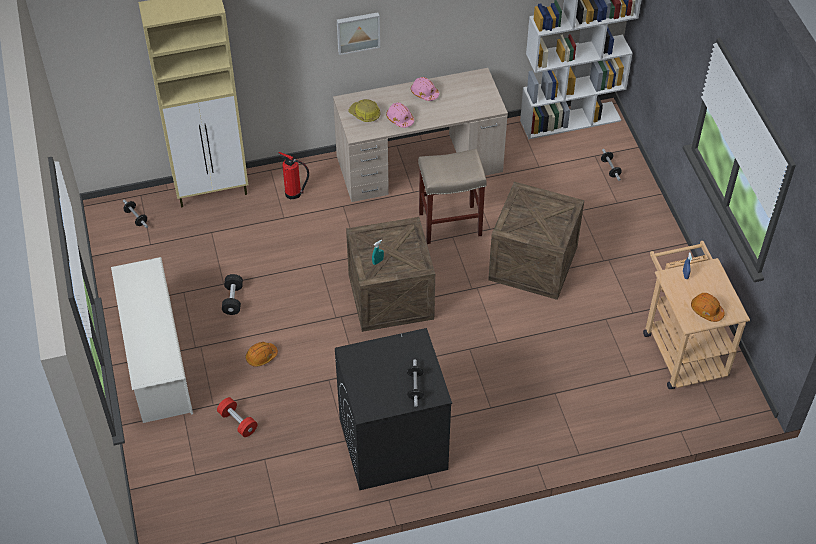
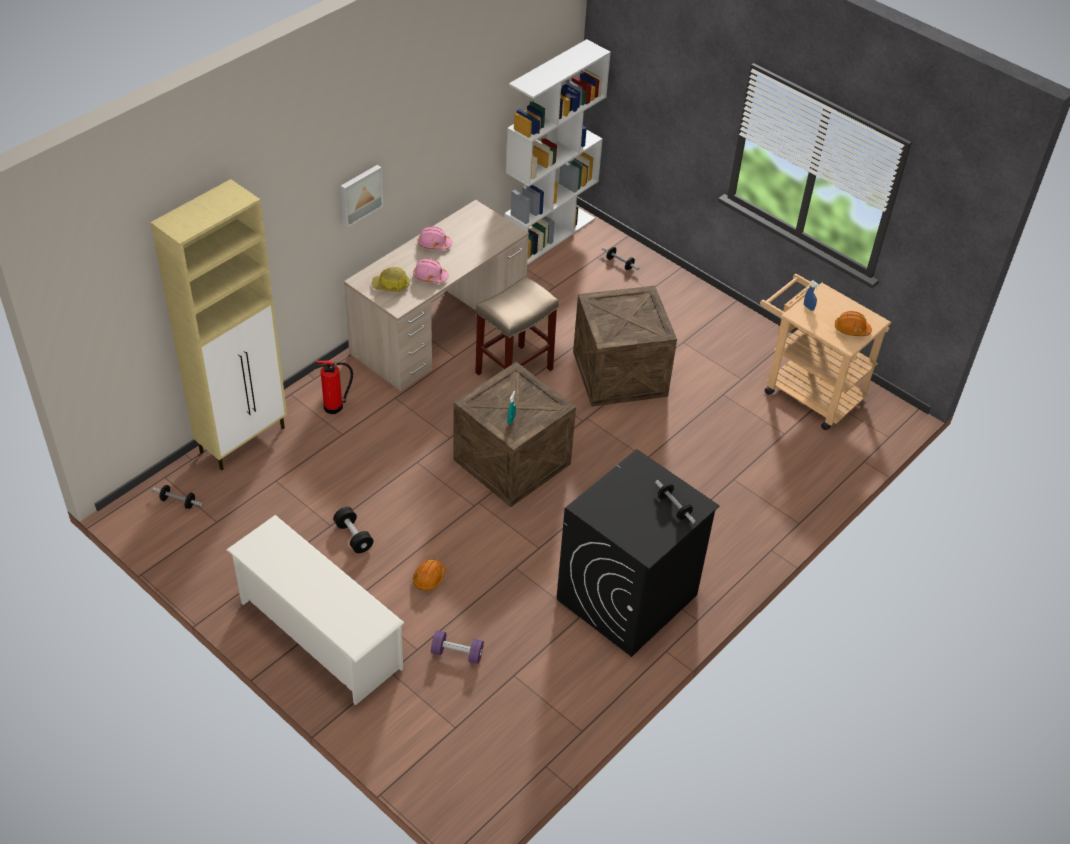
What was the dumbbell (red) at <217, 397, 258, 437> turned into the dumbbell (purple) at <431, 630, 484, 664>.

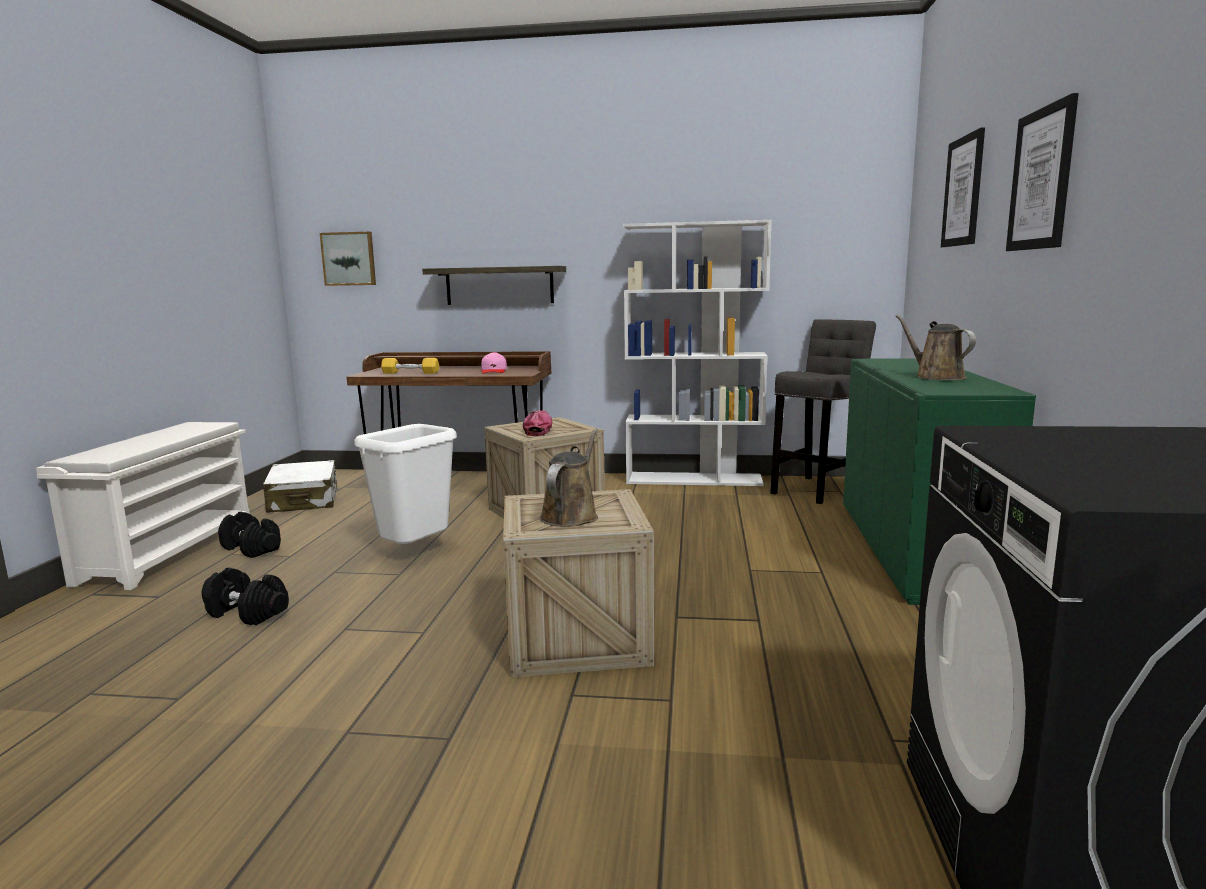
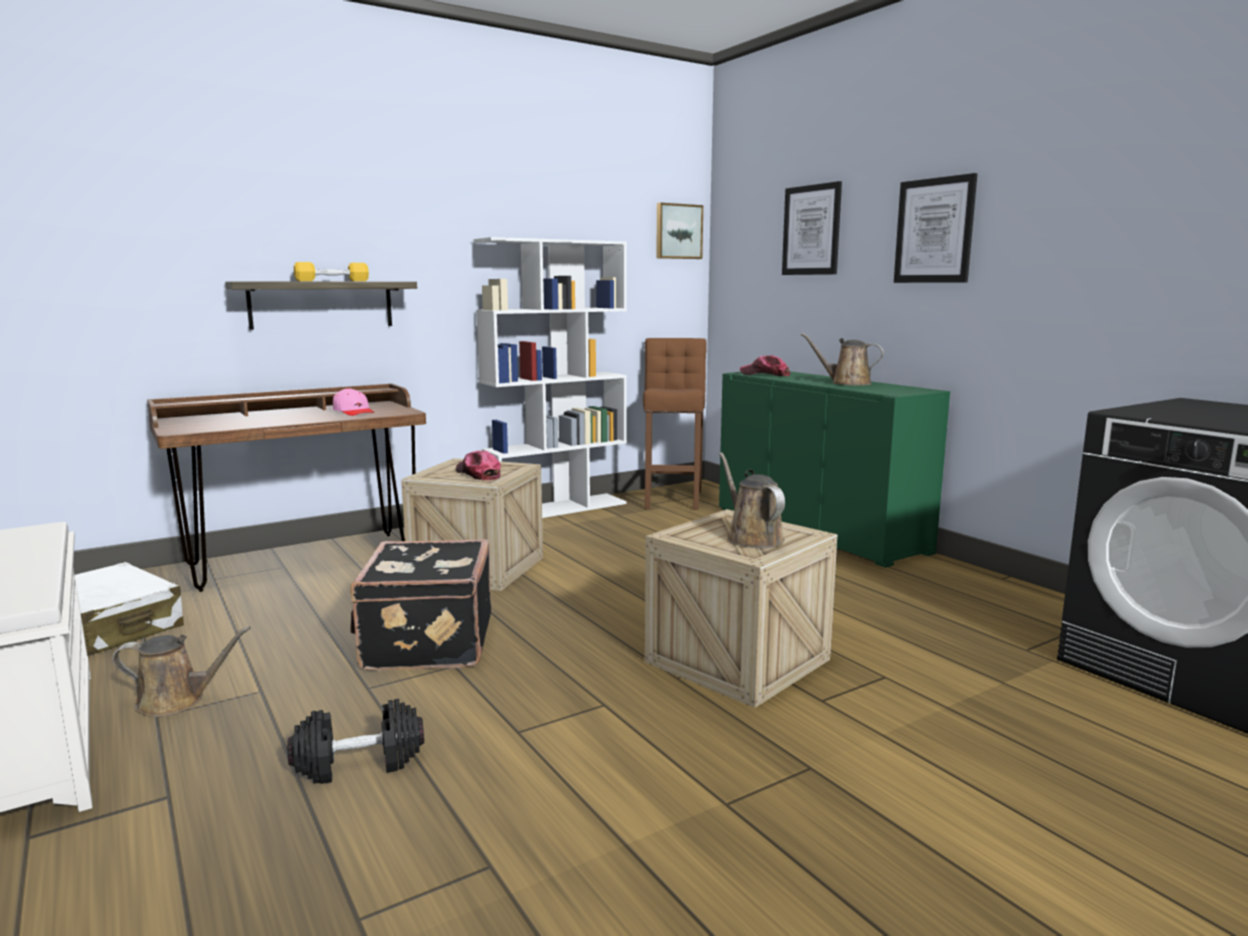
The second view gained the cap at <740, 355, 791, 376>. The picture ended up elsewhere, having gone from <320, 232, 376, 286> to <656, 203, 703, 259>. The dumbbell (yellow) ended up elsewhere, having gone from <381, 358, 439, 374> to <294, 262, 369, 281>. Where the dumbbell (black) stood at <218, 512, 281, 558>, the watering can (brown) came to stand at <112, 626, 251, 717>. Where the trash can (white) stood at <354, 424, 457, 544>, the suitcase (black) came to stand at <350, 539, 492, 671>. What was the stool (grey) at <770, 320, 876, 504> turned into the stool (brown) at <643, 338, 707, 510>.

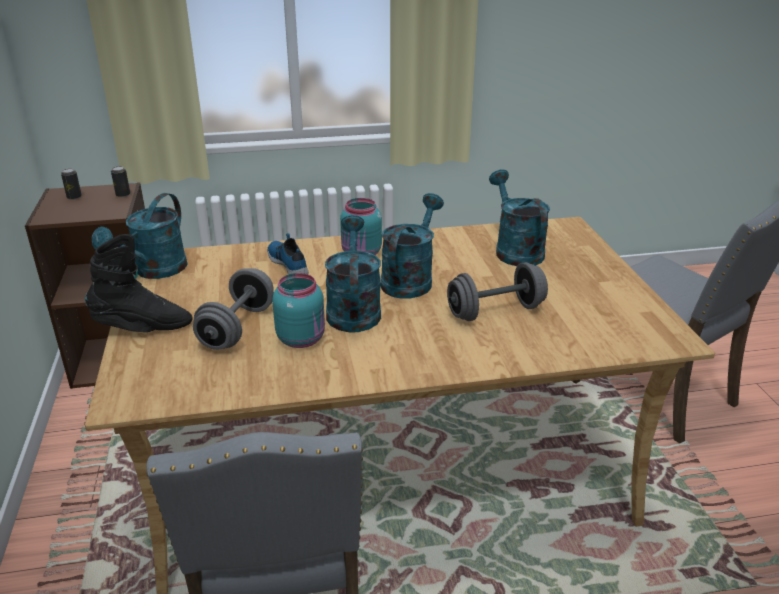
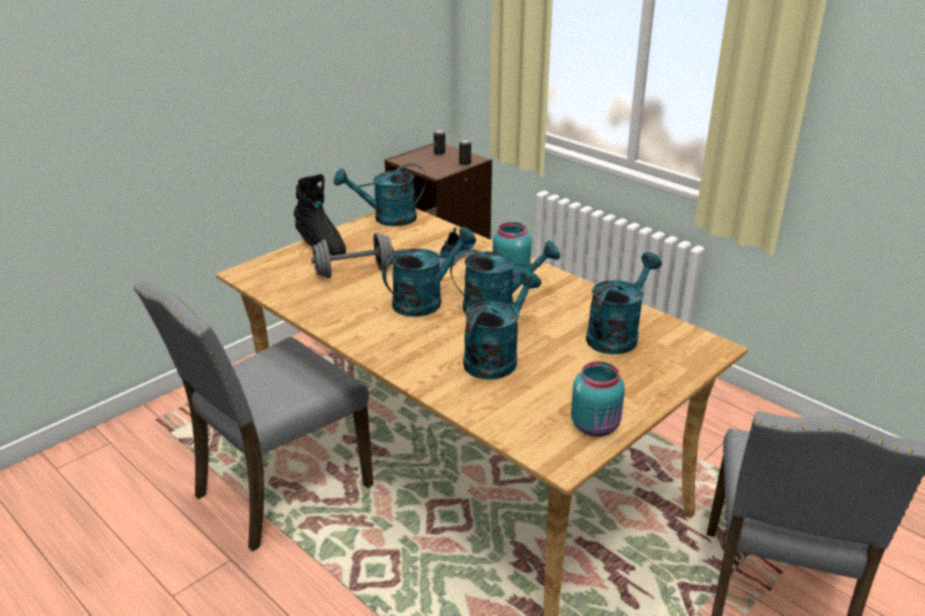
The jar (turquoise) ended up elsewhere, having gone from <272, 273, 325, 348> to <571, 361, 625, 437>. Where the dumbbell (grey) stood at <447, 262, 548, 321>, the watering can (turquoise) came to stand at <463, 271, 541, 380>.

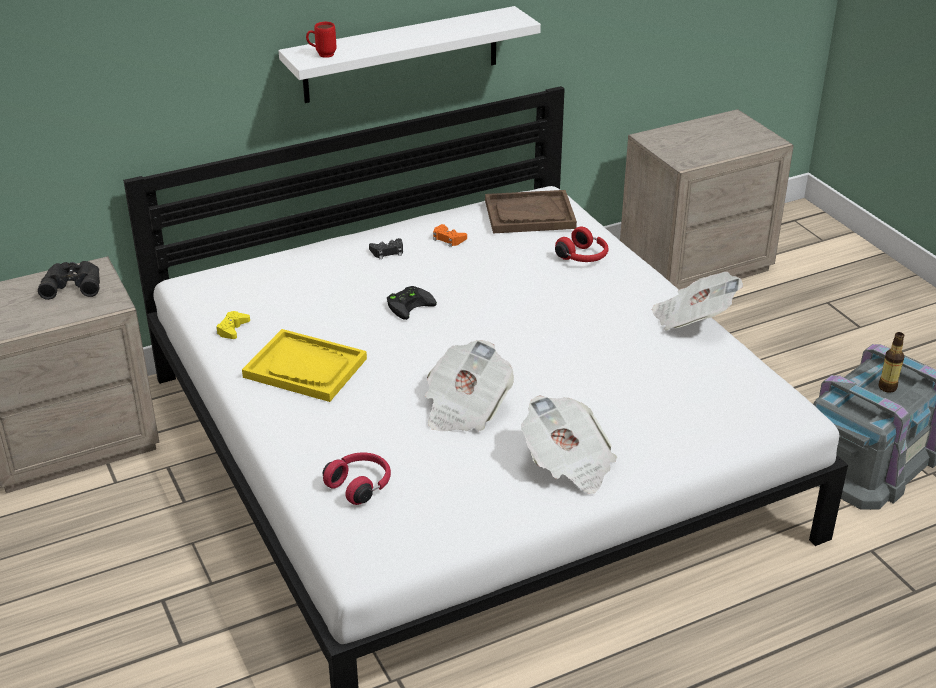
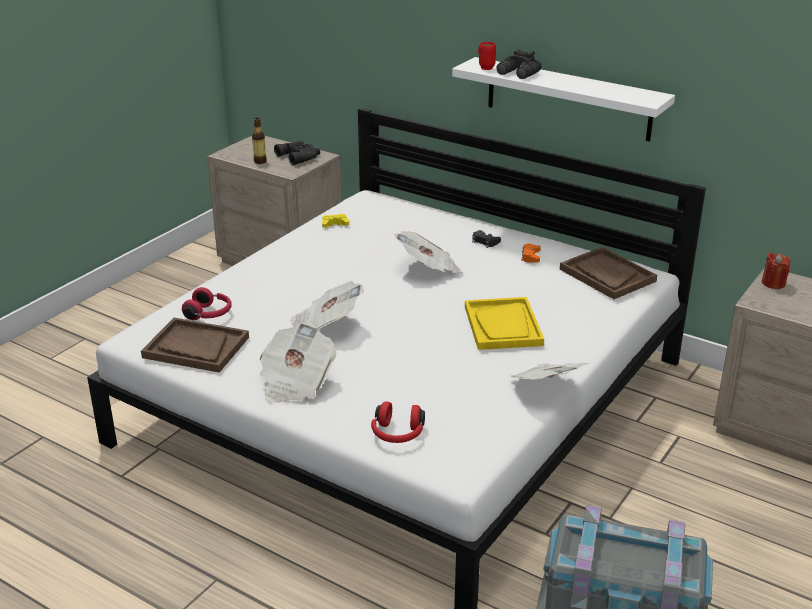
The second view gained the tray (brown) at <141, 318, 249, 373>. The second view gained the binoculars (black) at <496, 50, 542, 79>. The second view gained the candle (red) at <762, 252, 790, 289>. The tray (yellow) ended up elsewhere, having gone from <242, 329, 367, 402> to <465, 297, 544, 350>. The headphones (red) ended up elsewhere, having gone from <555, 227, 609, 262> to <371, 401, 425, 443>. The bottle ended up elsewhere, having gone from <879, 332, 905, 393> to <252, 118, 267, 164>. Where the game controller (black) stood at <387, 286, 437, 320>, the newspaper came to stand at <394, 231, 463, 273>.

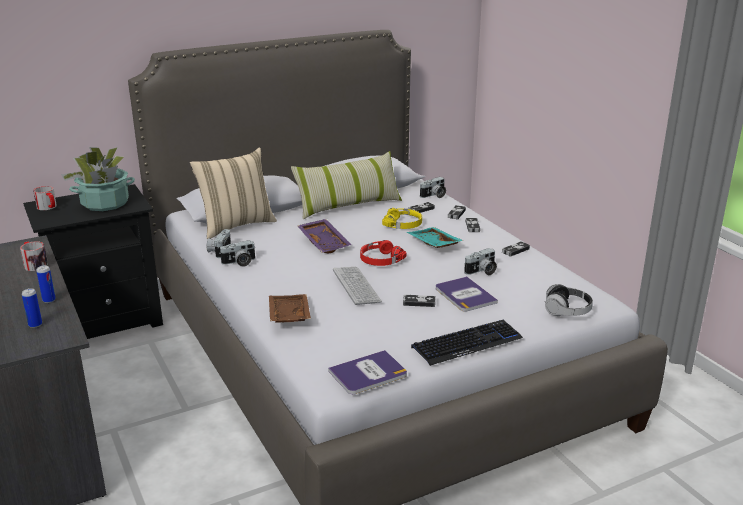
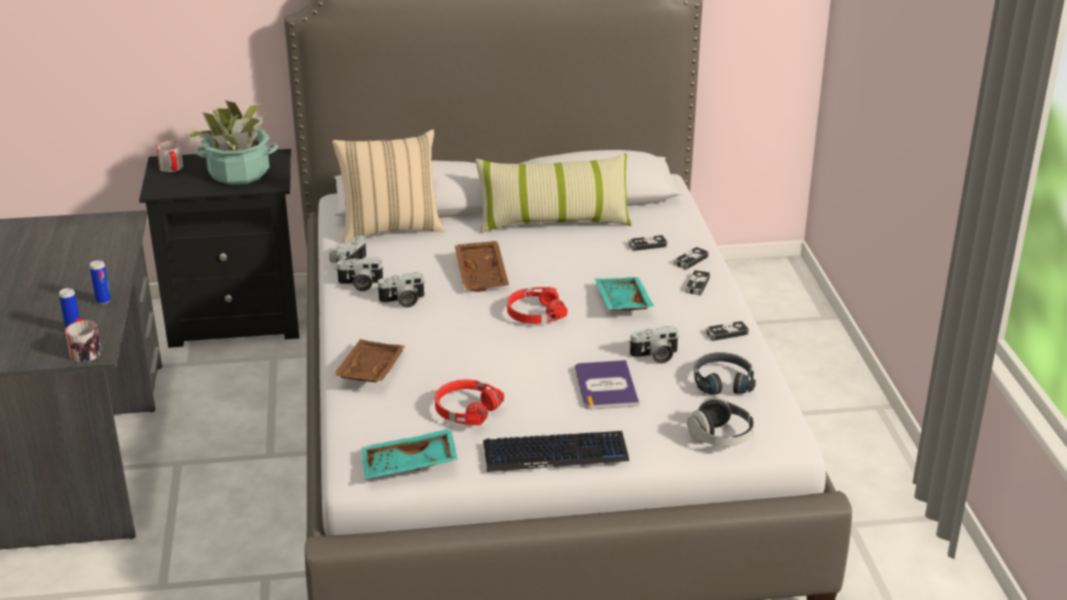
The second view lost the keyboard at <333, 267, 382, 305>. The second view lost the headphones (yellow) at <382, 208, 422, 229>. The second view lost the game controller at <403, 295, 436, 307>. The second view gained the headphones (red) at <435, 380, 504, 425>. The second view gained the headphones (black) at <694, 352, 756, 395>. The mug ended up elsewhere, having gone from <20, 241, 48, 271> to <65, 318, 101, 362>. The photo camera ended up elsewhere, having gone from <420, 177, 446, 198> to <377, 272, 425, 308>. Where the book stood at <328, 350, 407, 394>, the tray (turquoise) came to stand at <361, 428, 458, 479>. What was the tray (purple) at <298, 219, 352, 254> turned into the tray (brown) at <454, 241, 509, 292>.

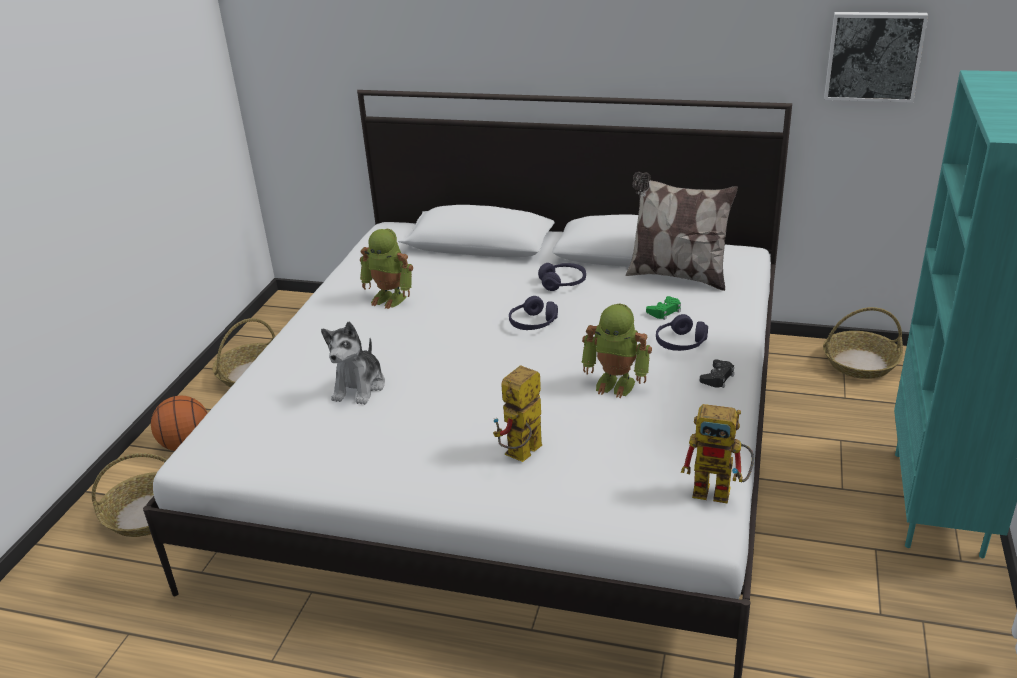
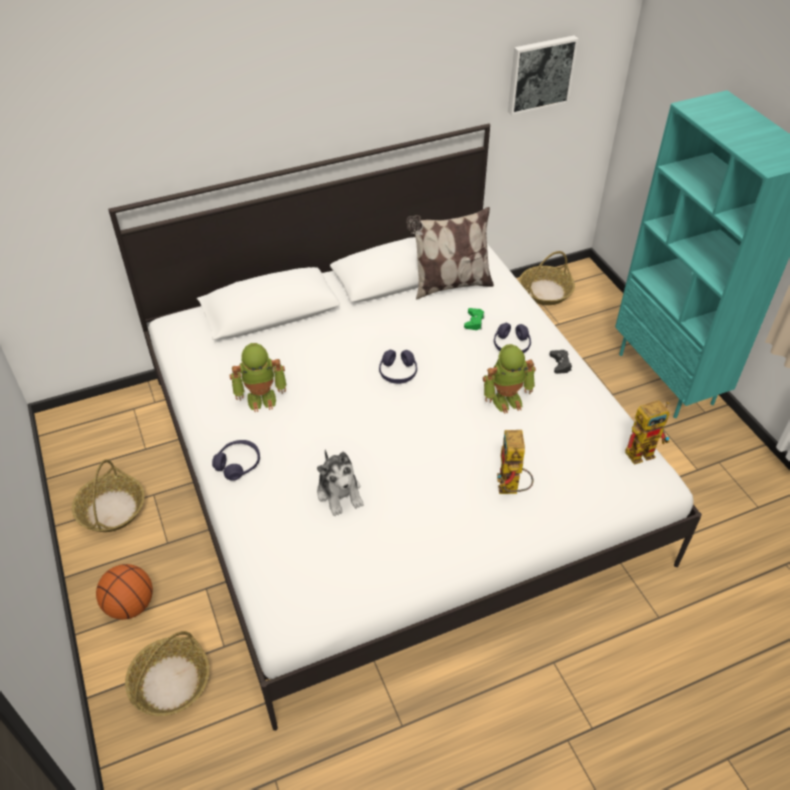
The headphones (purple) ended up elsewhere, having gone from <538, 263, 586, 291> to <212, 440, 260, 481>.

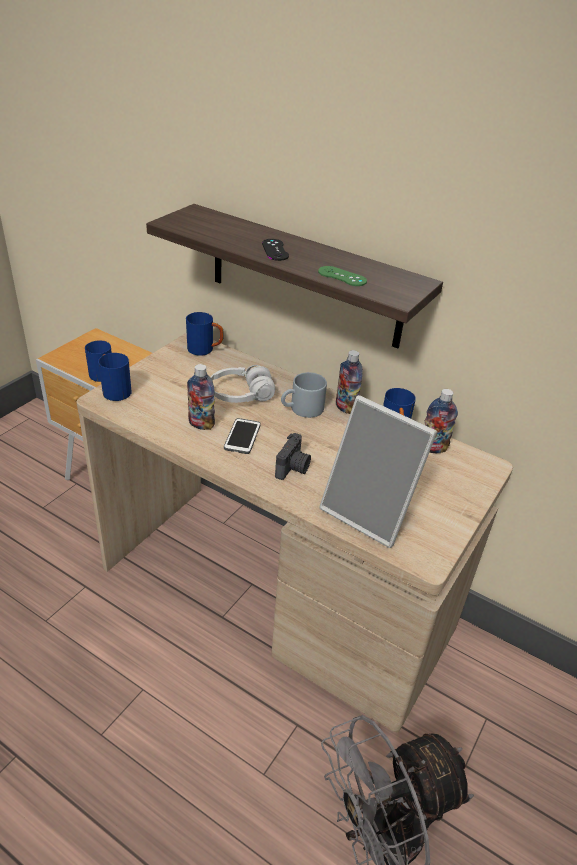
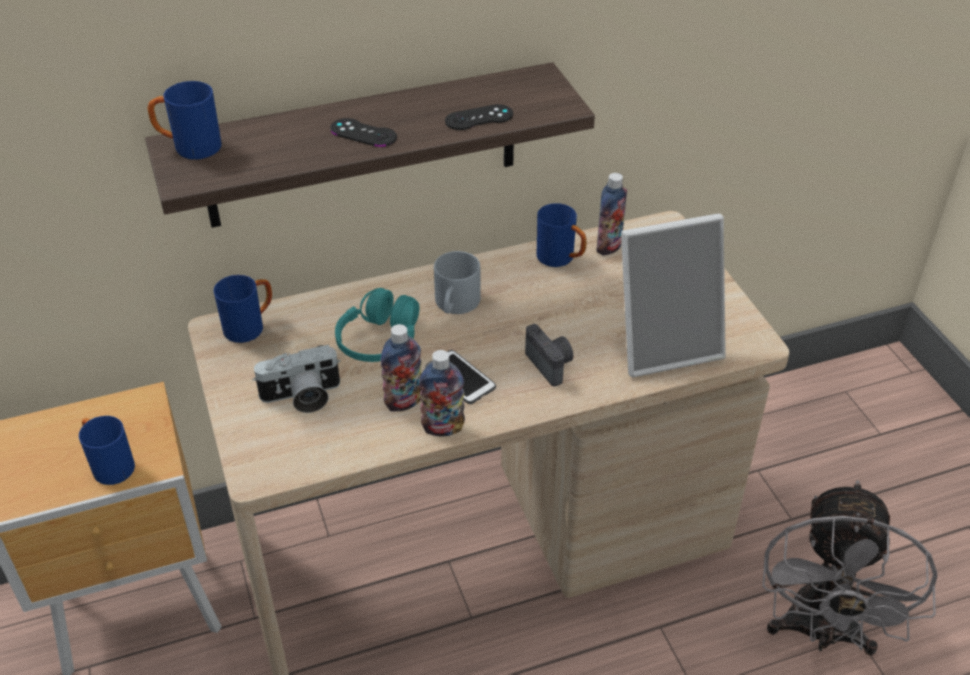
The second view gained the photo camera at <252, 345, 341, 413>. The mug (blue) ended up elsewhere, having gone from <98, 353, 131, 401> to <148, 81, 221, 160>. The bottle ended up elsewhere, having gone from <336, 350, 363, 414> to <419, 350, 465, 436>. What was the headphones (white) at <210, 365, 275, 403> turned into the headphones (turquoise) at <335, 288, 420, 362>. What was the game controller (green) at <318, 266, 367, 286> turned into the game controller (black) at <445, 104, 513, 130>.

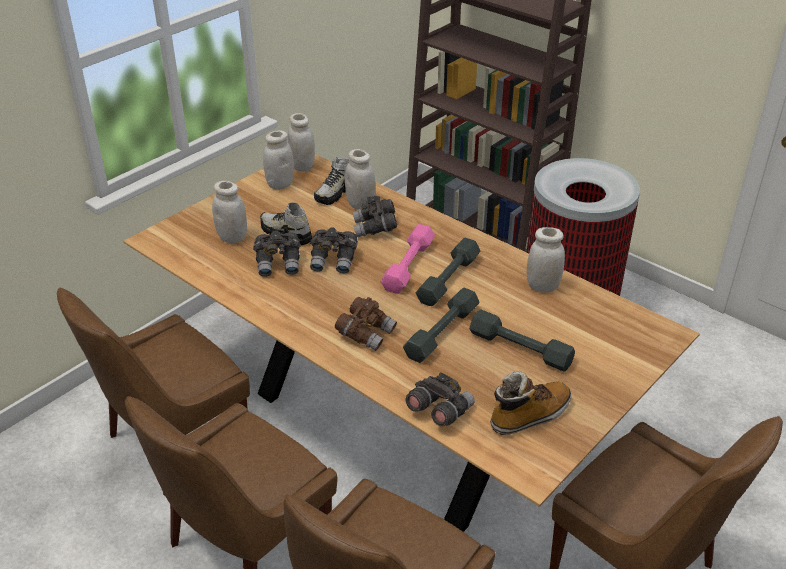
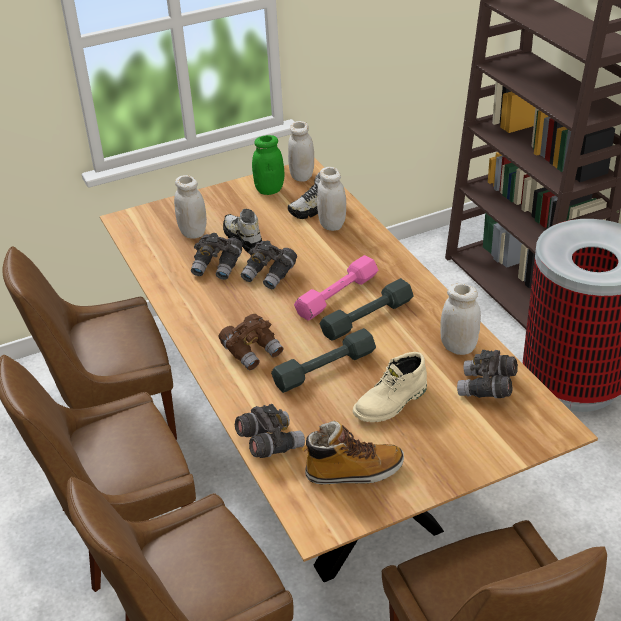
The binoculars (grey) ended up elsewhere, having gone from <353, 196, 397, 237> to <457, 350, 518, 398>. Where the dumbbell (grey) stood at <469, 309, 575, 372>, the boot (beige) came to stand at <353, 352, 427, 422>. What was the jar (white) at <263, 130, 294, 190> turned into the jar (green) at <252, 135, 285, 195>.

